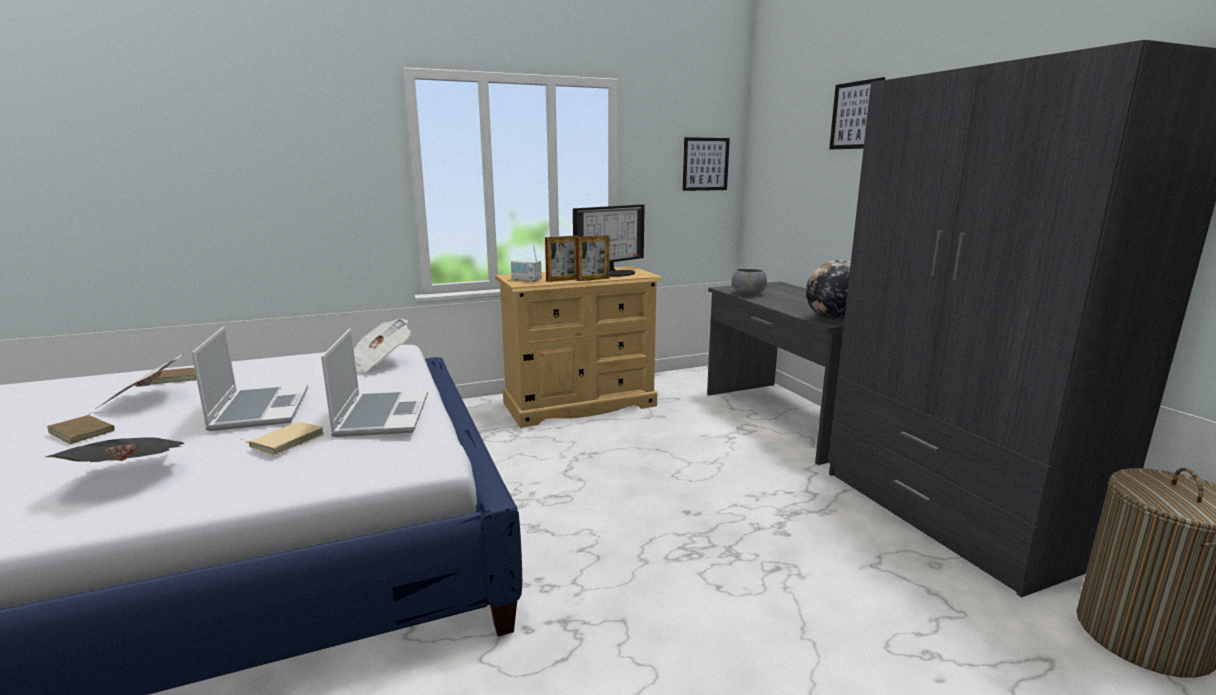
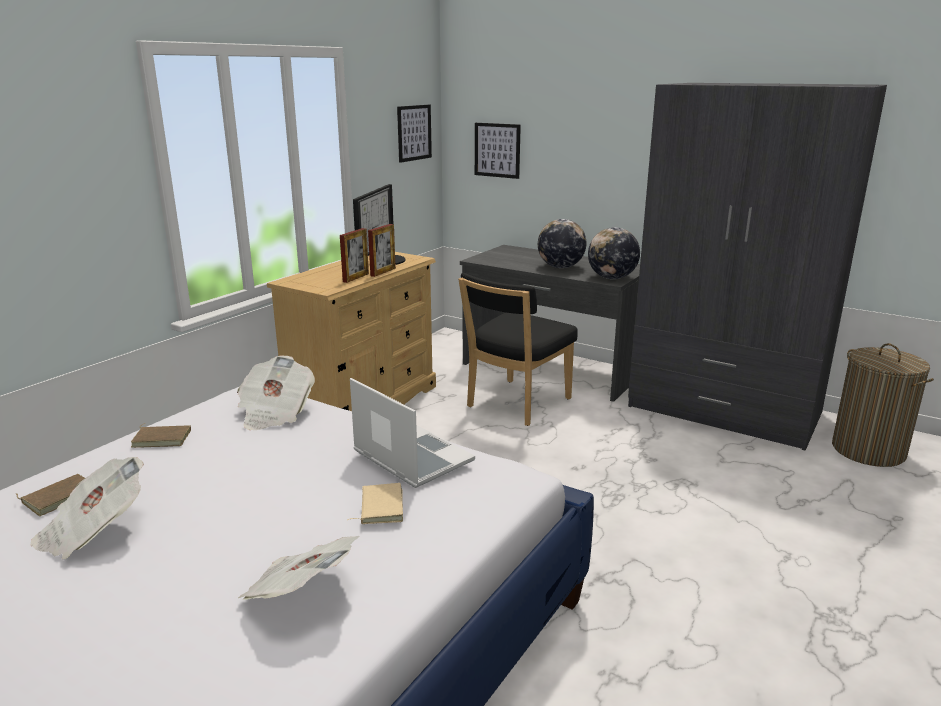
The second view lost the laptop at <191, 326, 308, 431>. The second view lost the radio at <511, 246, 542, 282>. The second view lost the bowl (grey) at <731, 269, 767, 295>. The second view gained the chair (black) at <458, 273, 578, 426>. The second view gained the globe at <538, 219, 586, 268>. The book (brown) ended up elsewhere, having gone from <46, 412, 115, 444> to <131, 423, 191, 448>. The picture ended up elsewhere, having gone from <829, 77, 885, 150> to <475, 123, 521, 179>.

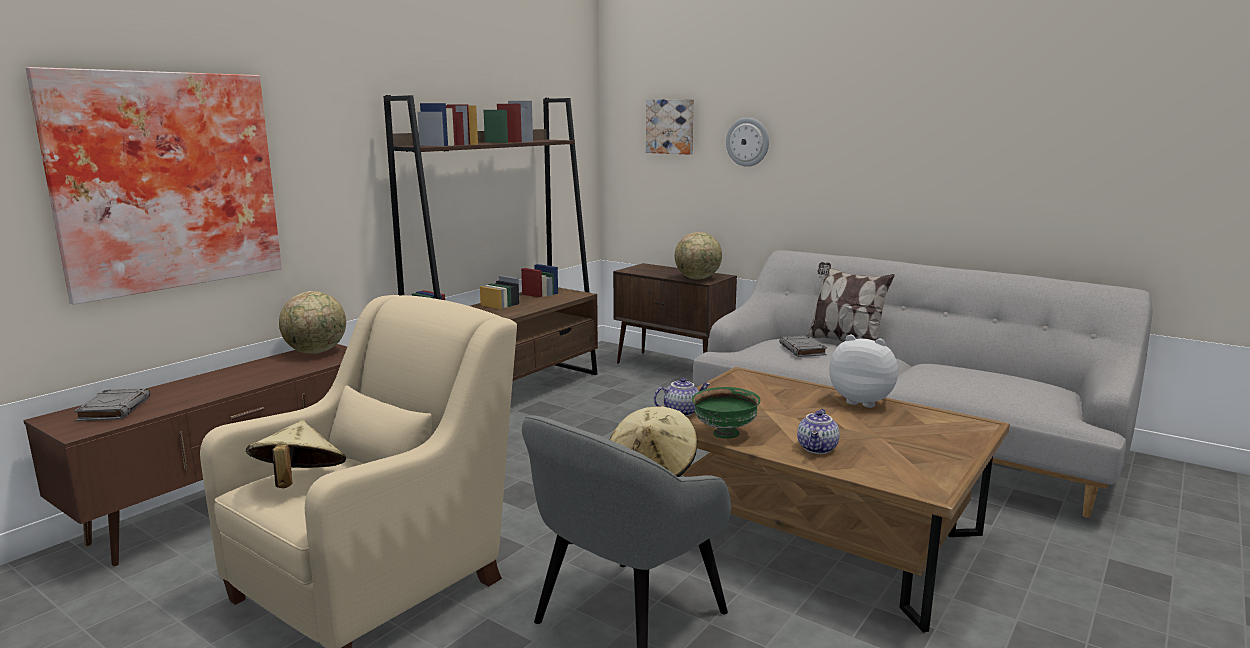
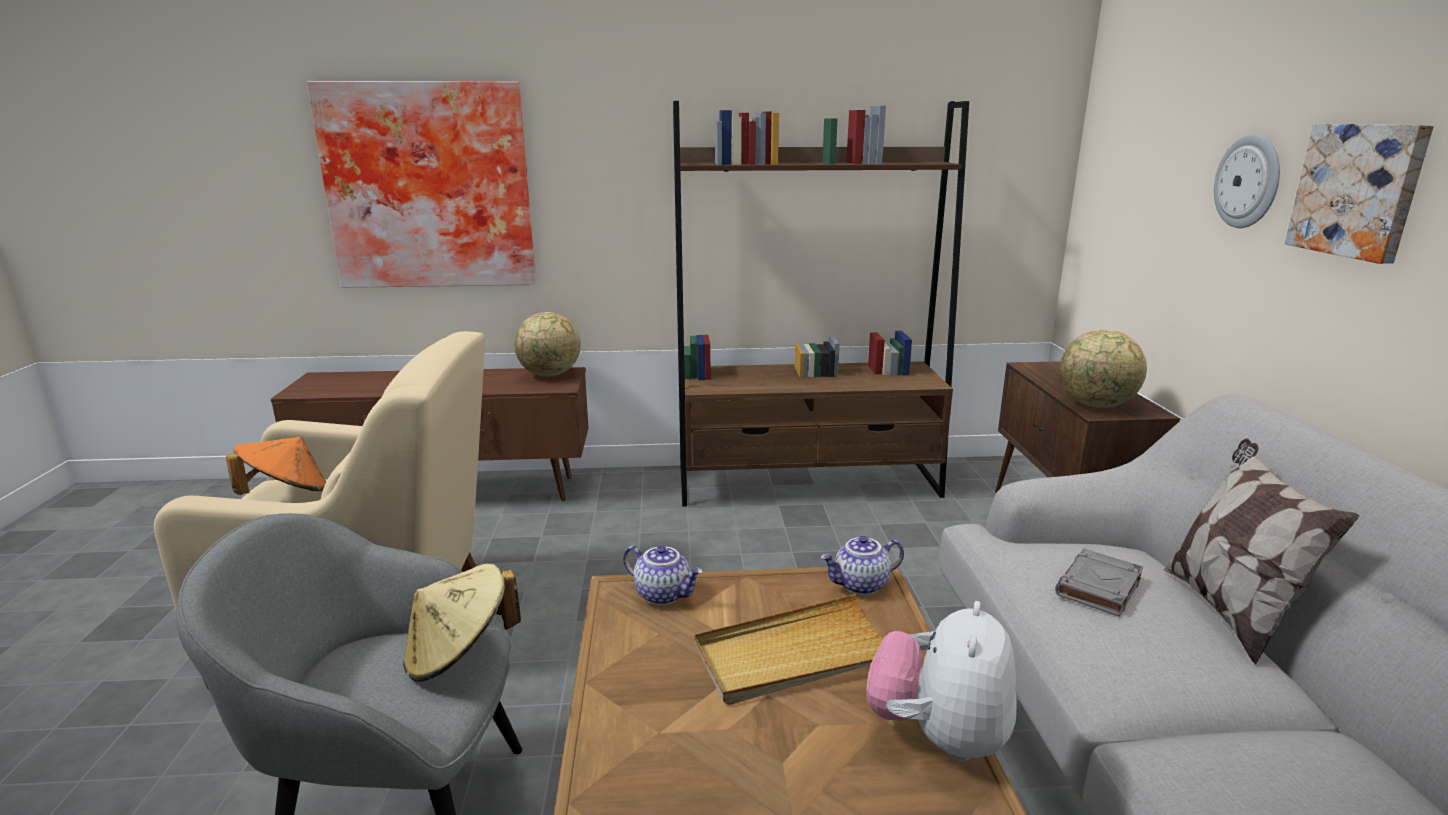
The second view lost the book (grey) at <74, 388, 150, 421>. The second view lost the bowl (green) at <692, 387, 761, 439>. The second view gained the tray (beige) at <694, 594, 883, 705>. The picture ended up elsewhere, having gone from <646, 99, 694, 155> to <1285, 124, 1434, 264>. The teapot ended up elsewhere, having gone from <797, 409, 840, 454> to <820, 536, 904, 595>. What was the hat (beige) at <246, 420, 346, 488> turned into the hat (orange) at <226, 437, 326, 495>. The plush toy at <829, 335, 898, 408> ended up facing another way, 150 degrees counterclockwise from before.

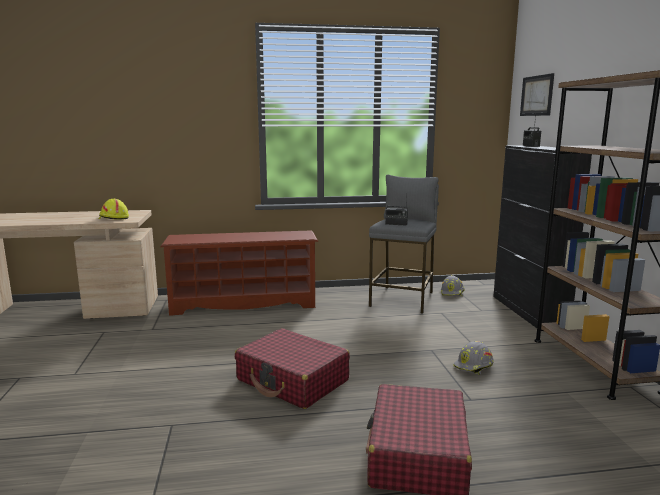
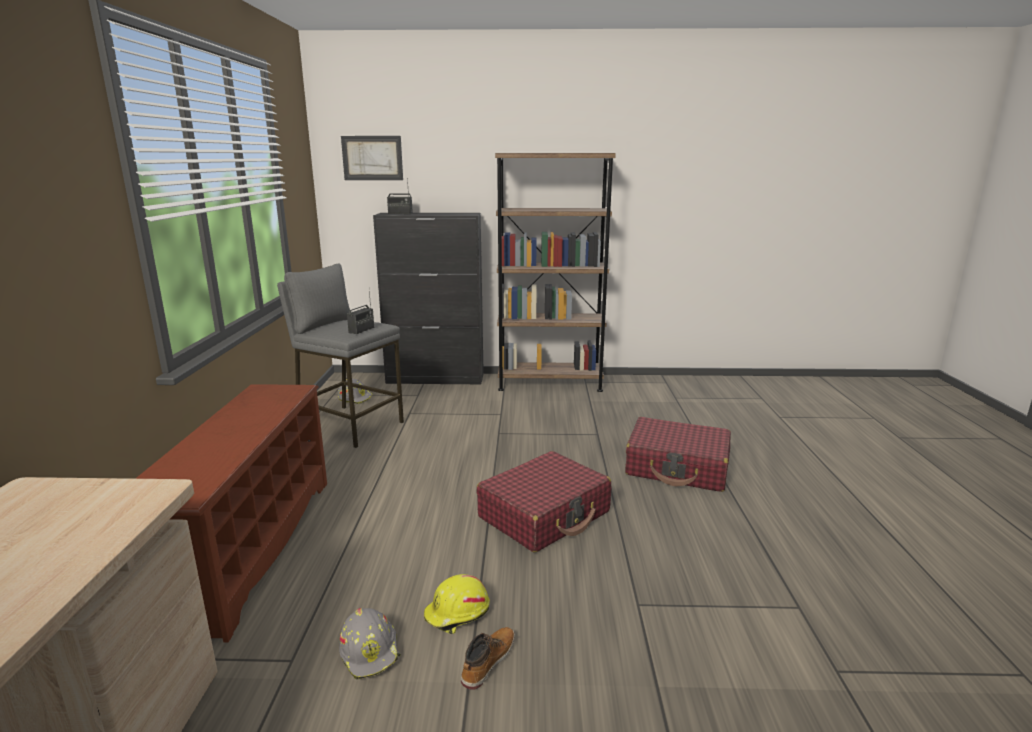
The second view gained the boot at <461, 627, 515, 690>. The hard hat (yellow) ended up elsewhere, having gone from <98, 199, 129, 220> to <424, 574, 490, 634>. The hard hat (grey) ended up elsewhere, having gone from <453, 341, 494, 375> to <339, 608, 401, 679>.

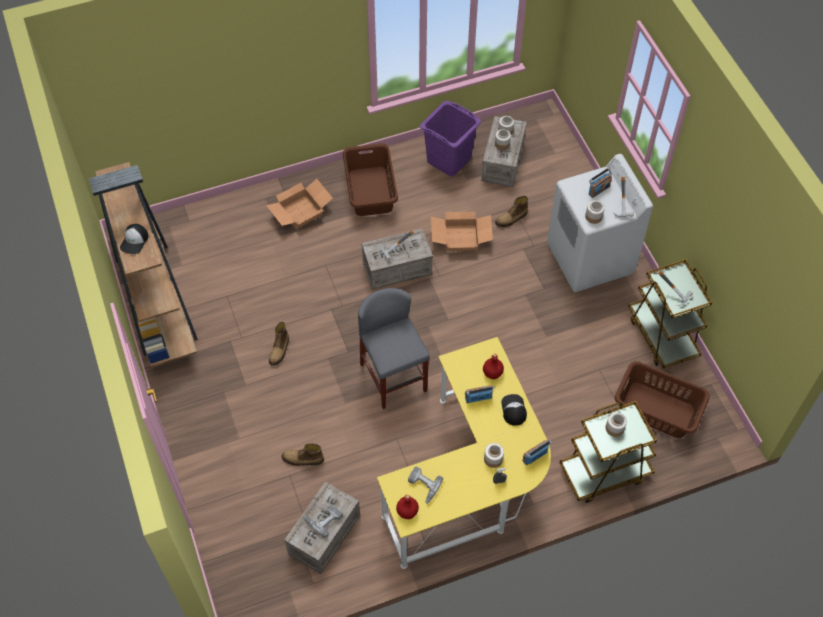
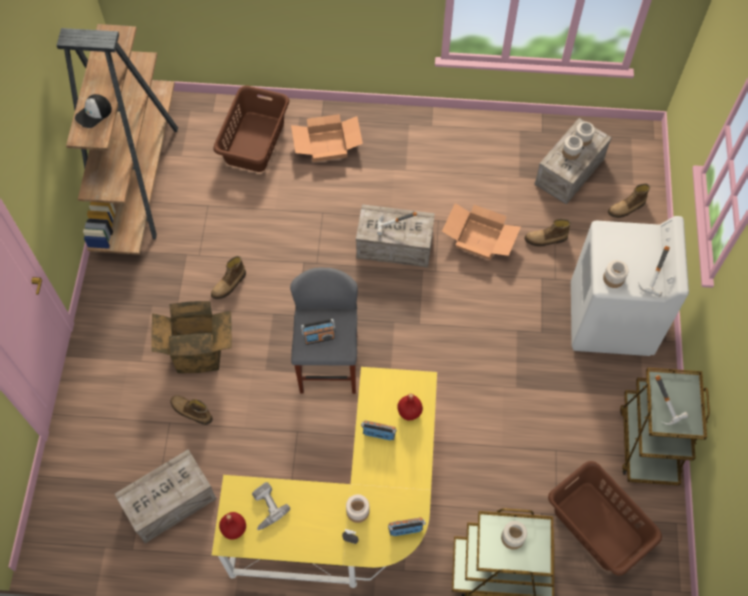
The second view lost the power drill at <304, 505, 343, 537>. The second view lost the laundry basket (purple) at <420, 101, 481, 176>. The second view lost the cap at <501, 394, 527, 426>. The second view gained the cardboard box at <151, 301, 232, 373>. The second view gained the boot at <608, 183, 650, 218>. The laundry basket (brown) ended up elsewhere, having gone from <343, 143, 398, 216> to <213, 85, 289, 172>. The radio ended up elsewhere, having gone from <589, 168, 612, 198> to <301, 319, 335, 345>.

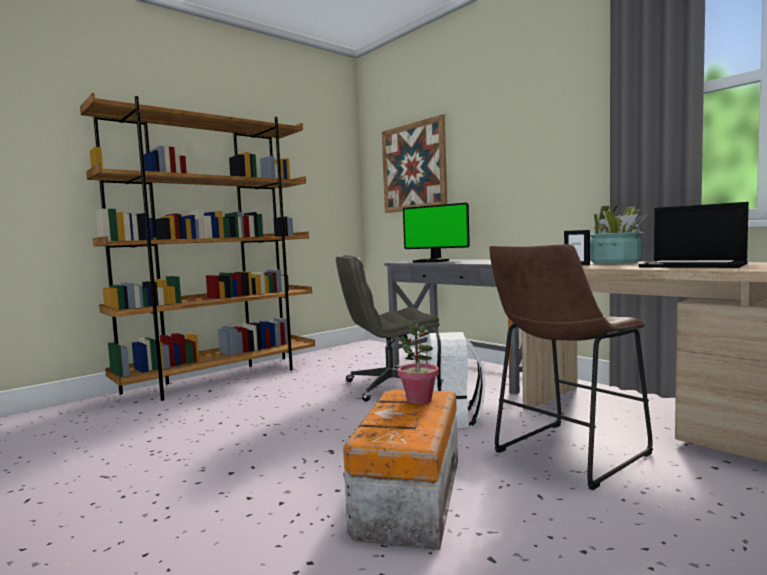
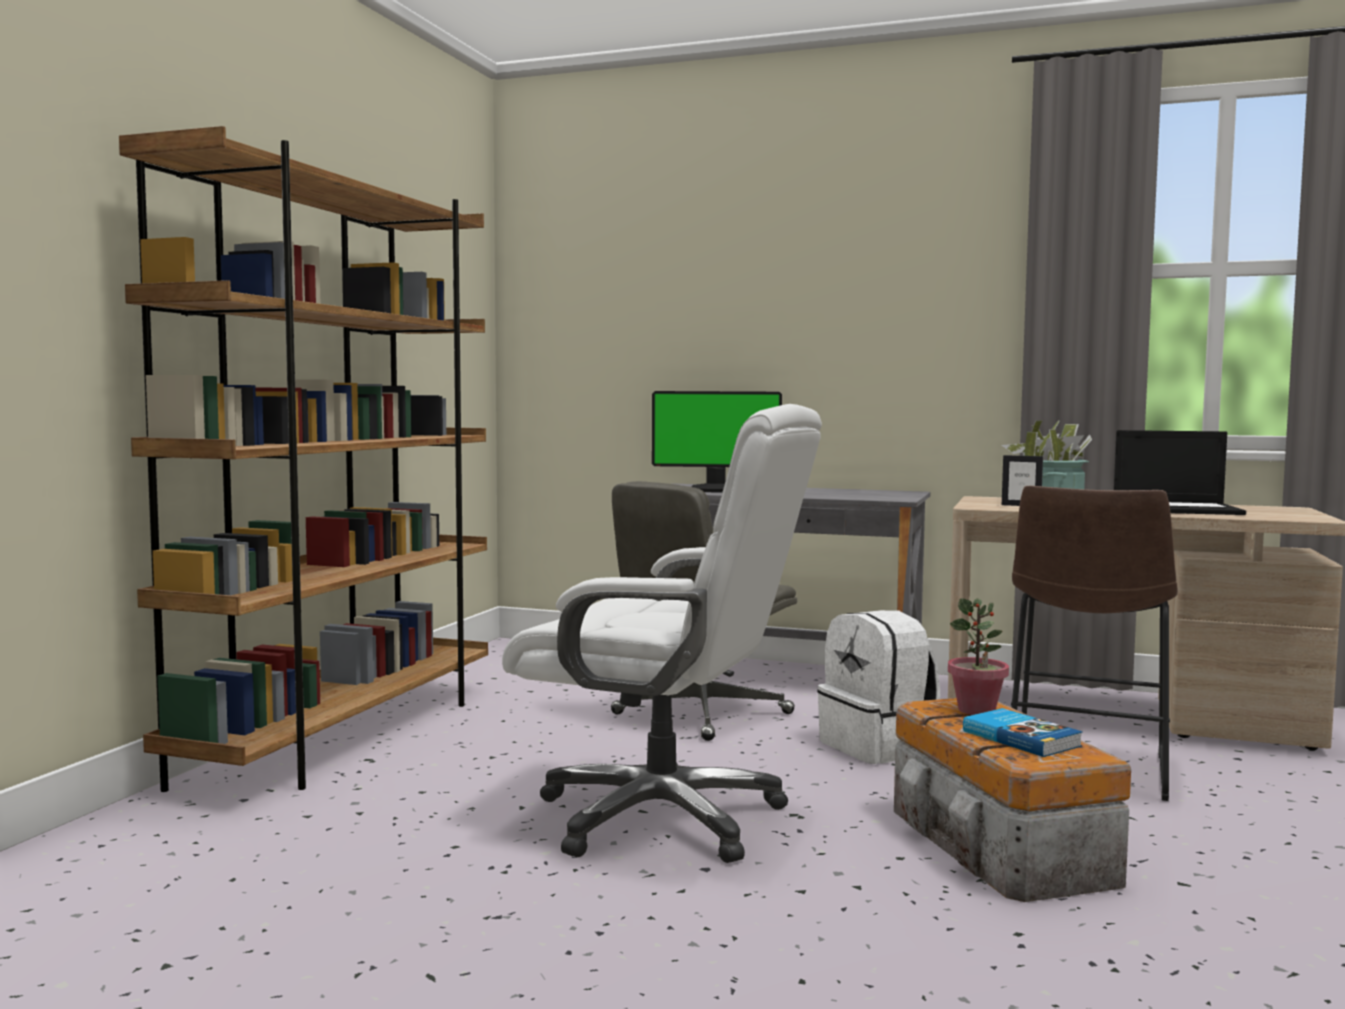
The second view lost the picture at <382, 114, 447, 213>. The second view gained the office chair (white) at <502, 404, 822, 863>. The second view gained the book at <963, 708, 1083, 757>.

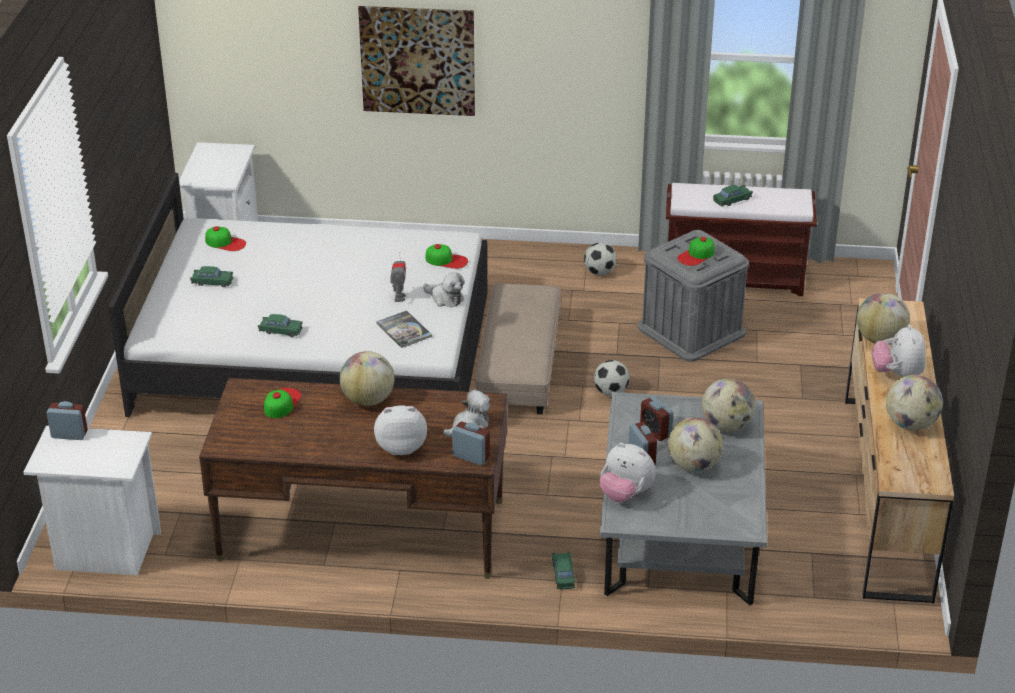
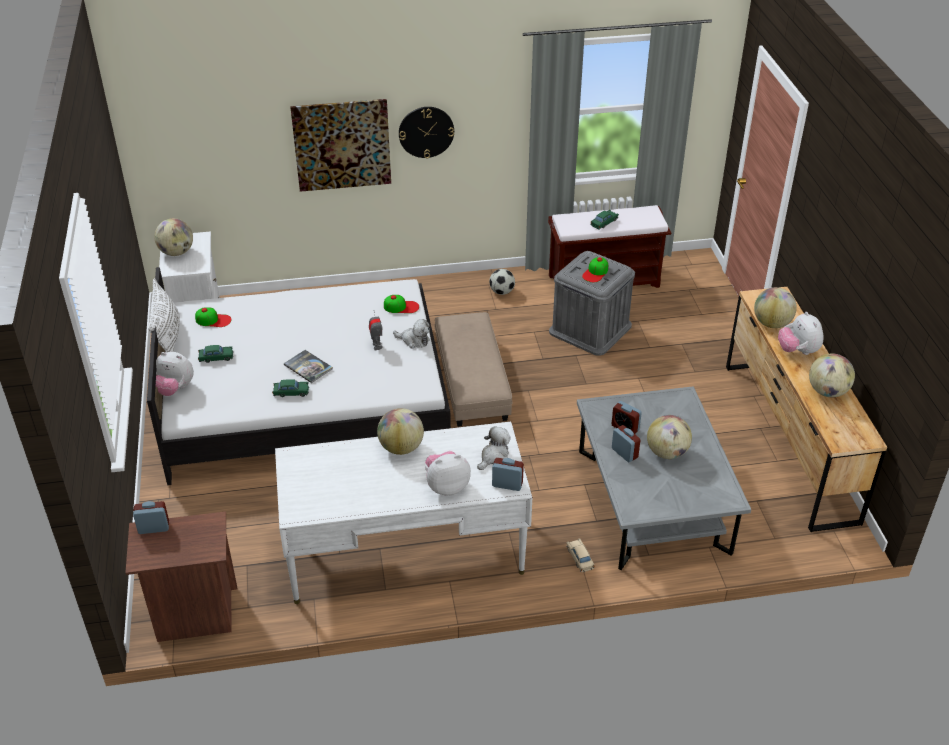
The second view lost the cap at <264, 388, 301, 418>. The second view lost the football at <594, 360, 630, 396>. The second view gained the pillow (white) at <148, 278, 180, 352>. The second view gained the wall clock at <399, 107, 454, 158>. The book ended up elsewhere, having gone from <376, 311, 432, 348> to <284, 350, 333, 383>. The plush toy ended up elsewhere, having gone from <599, 443, 656, 502> to <156, 352, 194, 396>. The globe ended up elsewhere, having gone from <702, 378, 755, 432> to <154, 218, 193, 256>. What was the nightstand (white) at <23, 426, 161, 575> turned into the nightstand (brown) at <125, 511, 237, 642>. What was the desk (brown) at <199, 378, 507, 579> turned into the desk (white) at <275, 421, 532, 604>. What was the toy car (green) at <552, 552, 575, 589> turned into the toy car (beige) at <566, 538, 594, 572>.

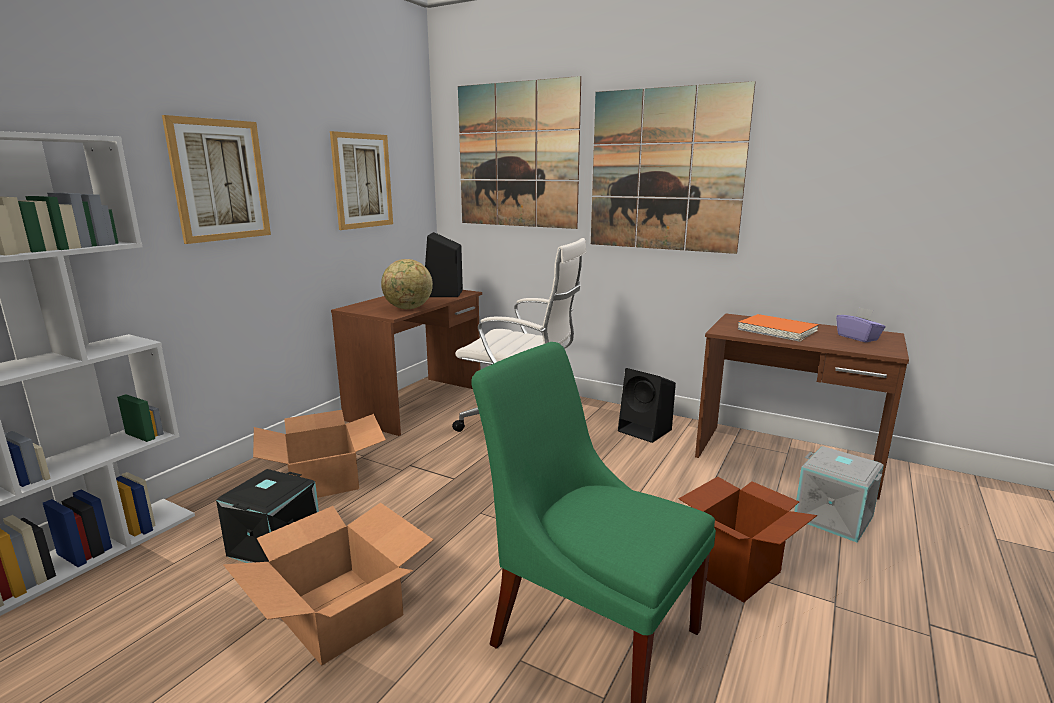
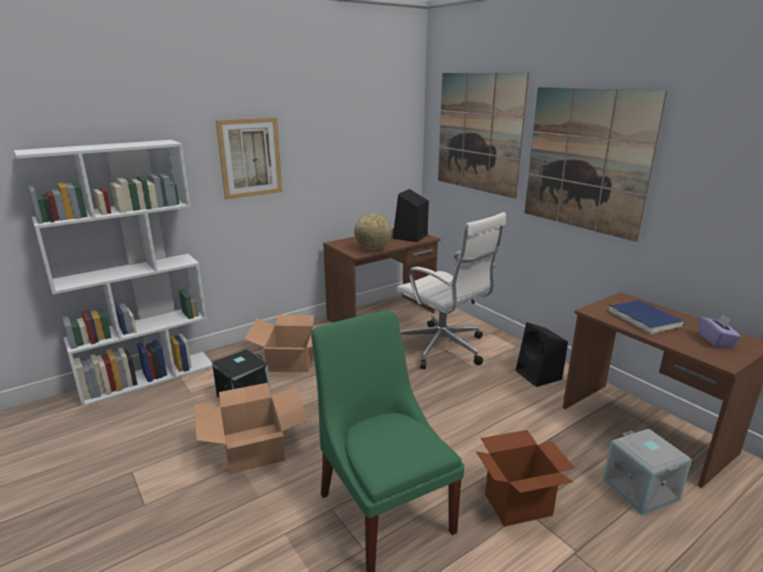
The second view lost the picture at <330, 131, 393, 230>. What was the book (orange) at <738, 314, 818, 342> turned into the book (blue) at <609, 300, 684, 335>.

